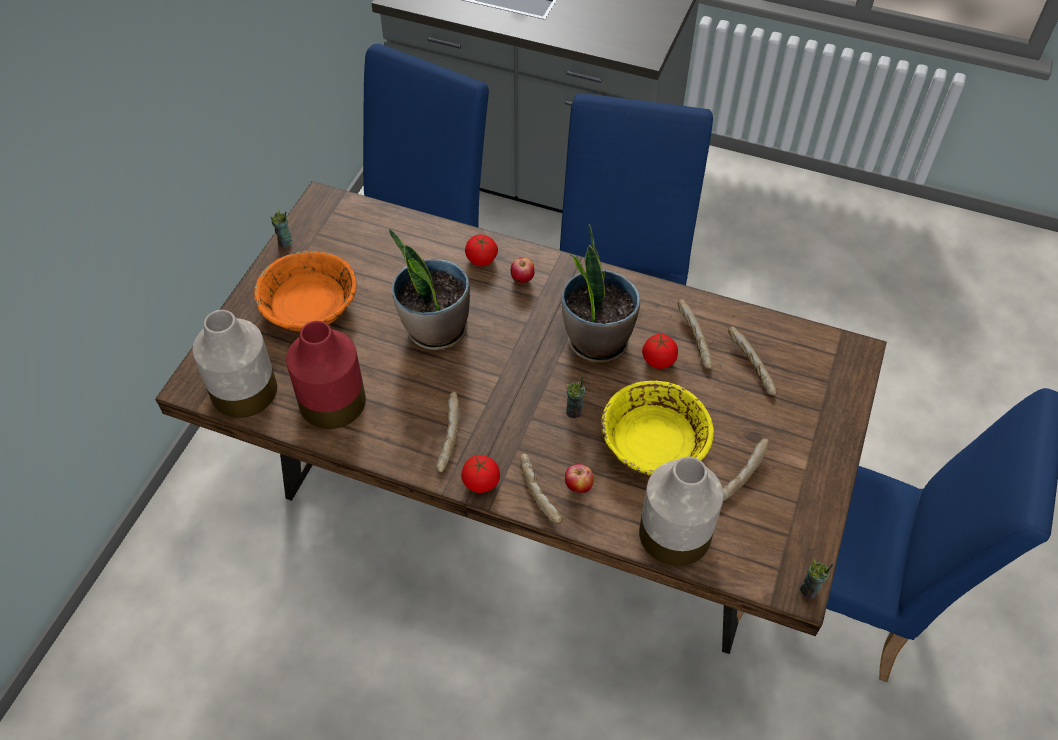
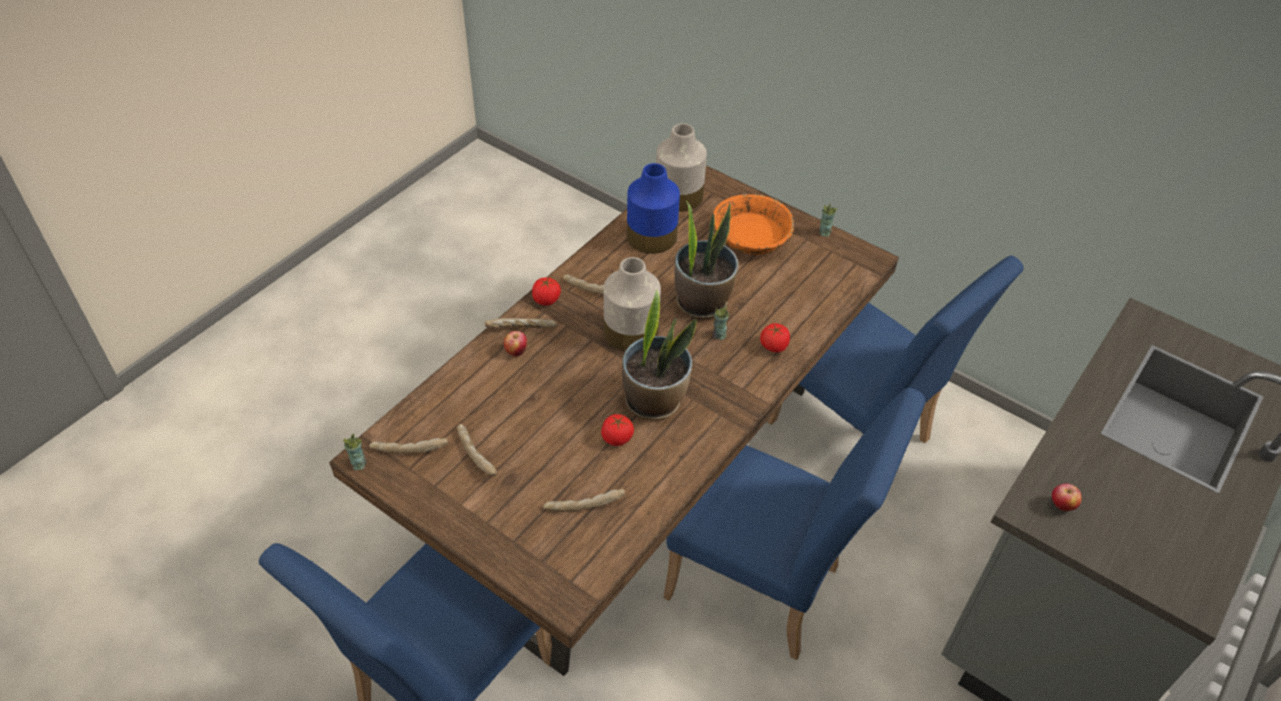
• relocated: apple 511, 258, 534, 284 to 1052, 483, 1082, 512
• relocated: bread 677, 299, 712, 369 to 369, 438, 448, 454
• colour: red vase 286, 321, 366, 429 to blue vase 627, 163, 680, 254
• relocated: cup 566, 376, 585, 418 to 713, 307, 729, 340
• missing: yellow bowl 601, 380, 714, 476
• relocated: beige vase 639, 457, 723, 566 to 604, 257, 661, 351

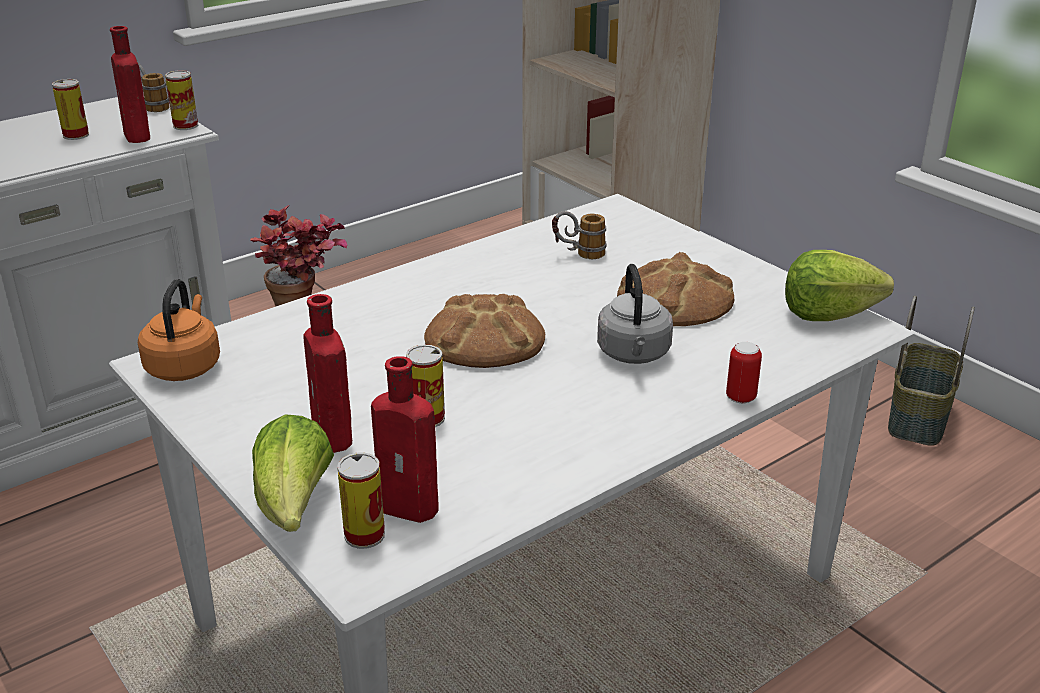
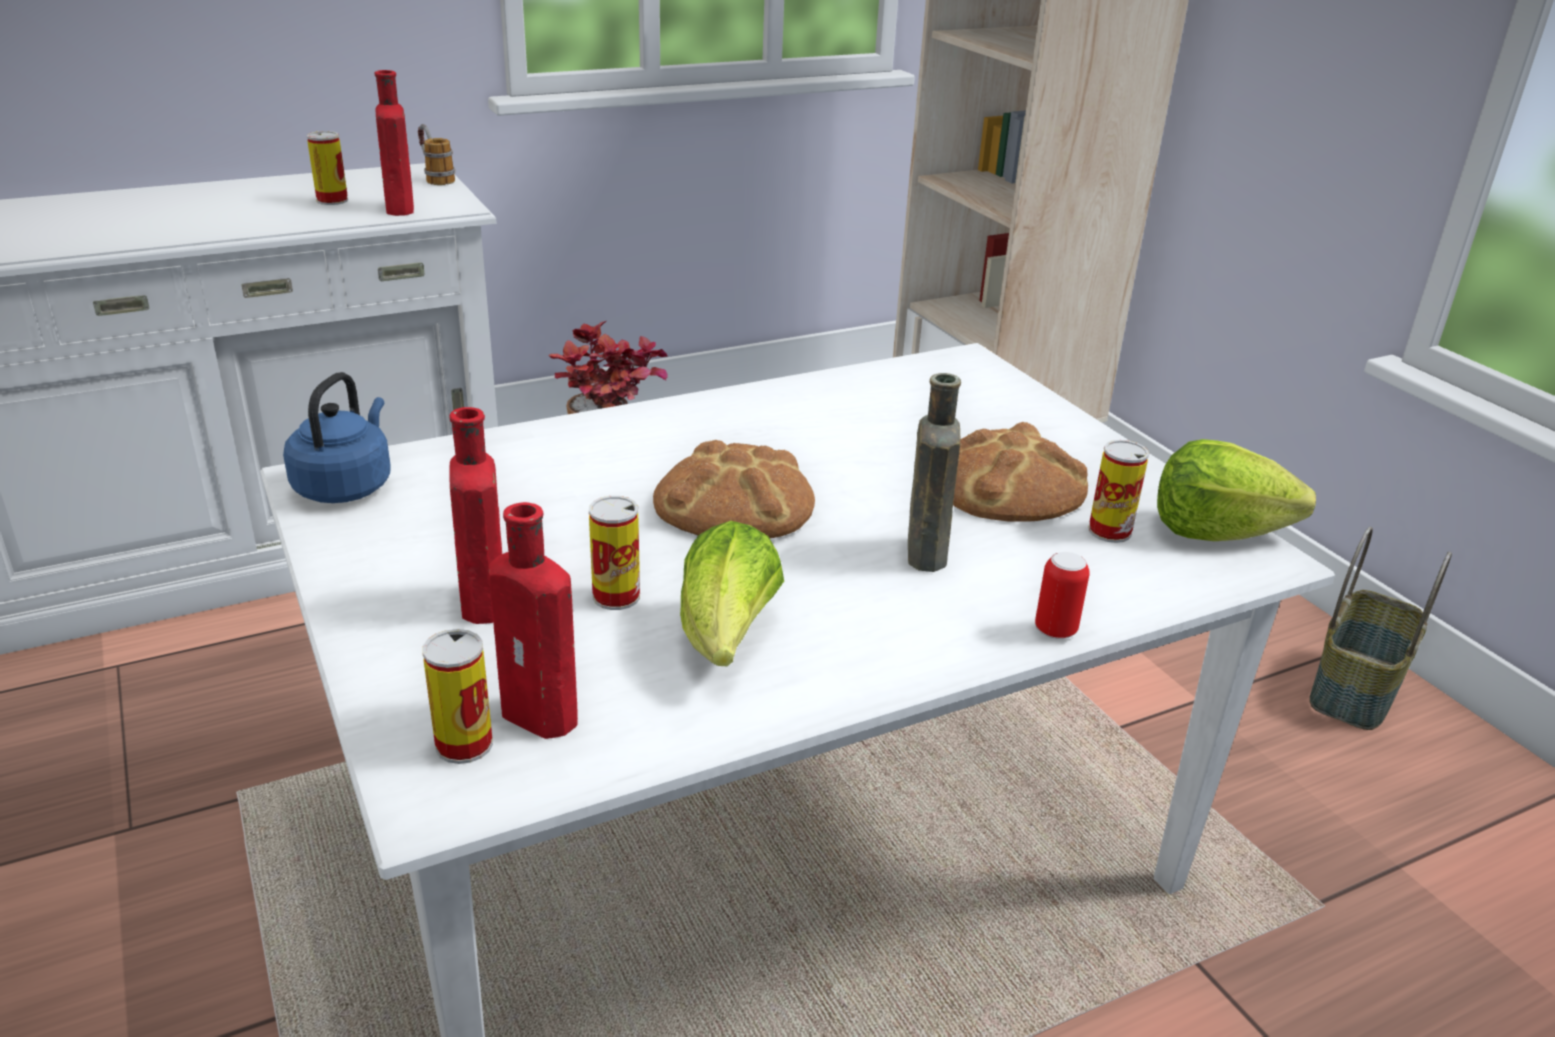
• relocated: can 165, 70, 198, 130 to 1088, 440, 1149, 543
• missing: mug 552, 211, 607, 259
• exchanged: grey kettle 597, 264, 673, 364 to brown bottle 908, 373, 961, 572
• colour: orange kettle 138, 279, 220, 381 to blue kettle 283, 372, 391, 503
• relocated: lettuce 252, 414, 334, 532 to 680, 521, 784, 666

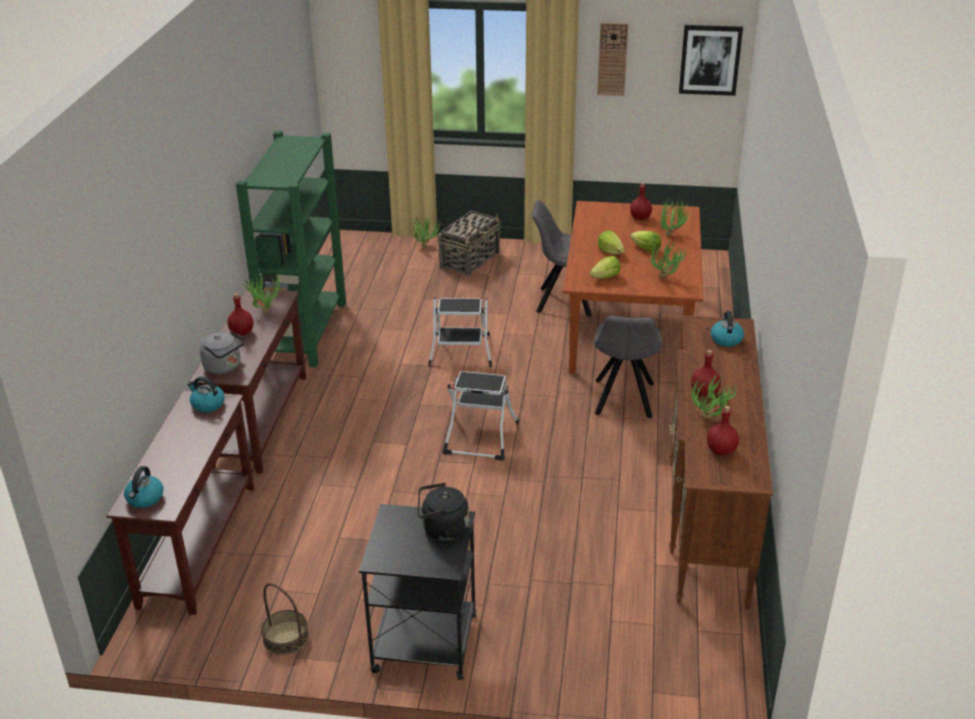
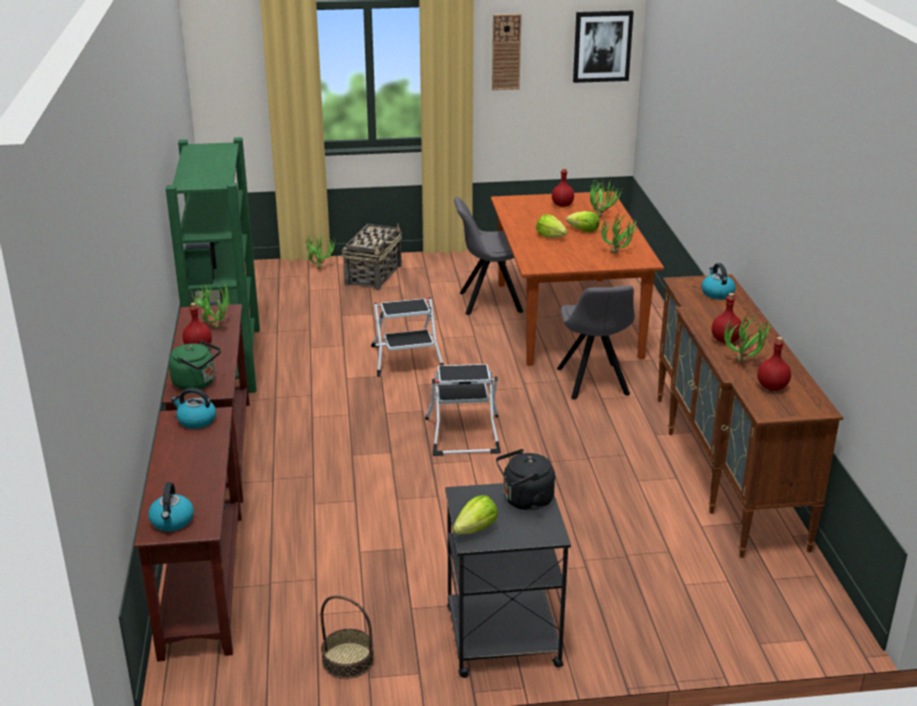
• relocated: lettuce 590, 256, 621, 278 to 453, 495, 498, 534
• colour: grey kettle 200, 331, 245, 375 to green kettle 169, 340, 221, 390

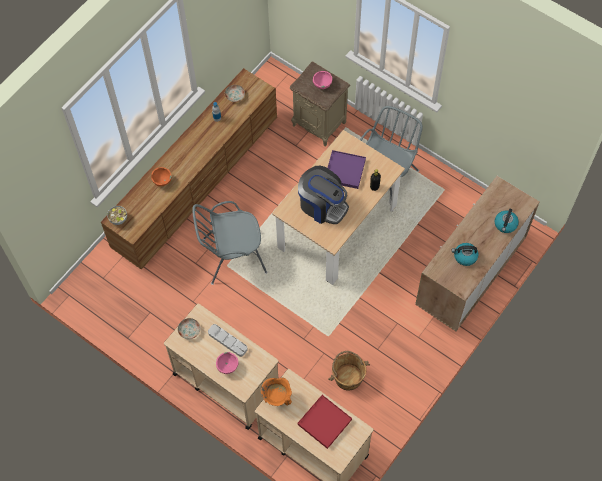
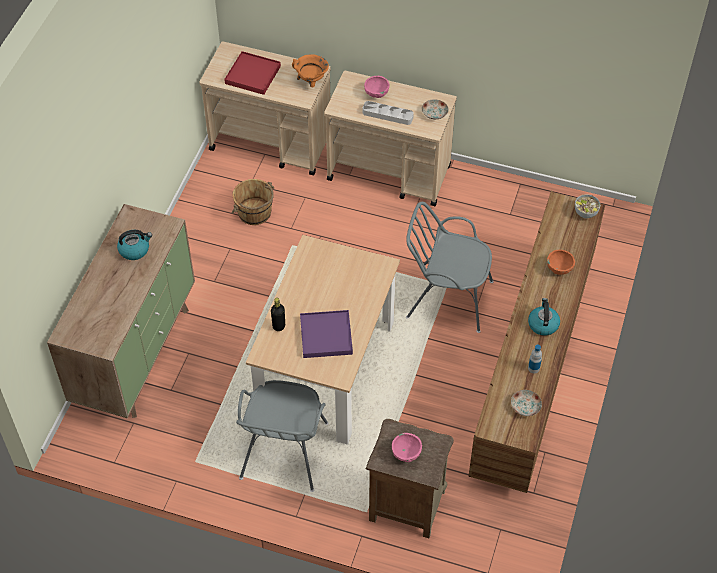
• missing: coffee machine 298, 166, 349, 224
• spun: grey chair 192, 201, 268, 285 = 406, 202, 494, 333 135 degrees counterclockwise
• relocated: kettle 495, 209, 519, 233 to 528, 298, 560, 336

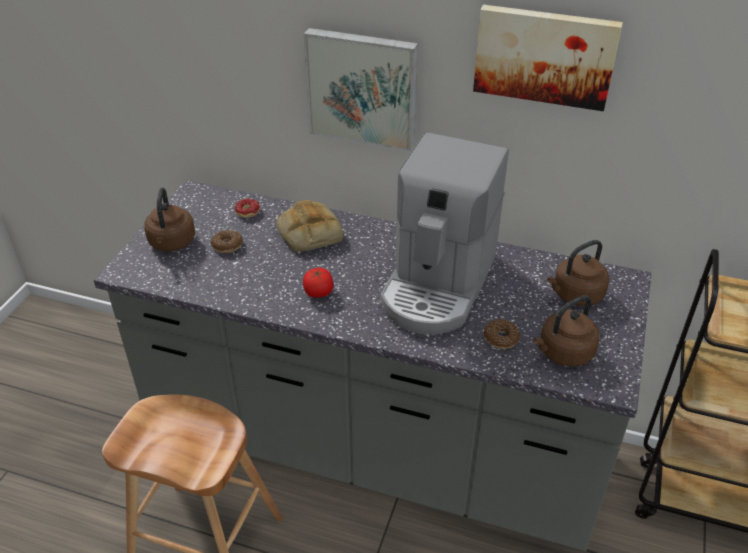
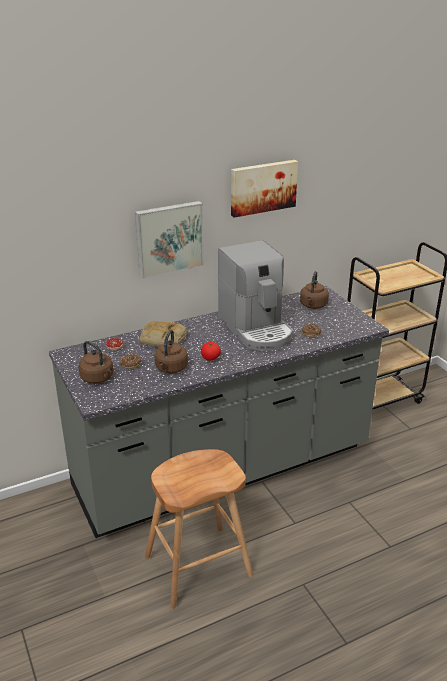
• relocated: brown kettle 533, 295, 600, 367 to 155, 329, 188, 373

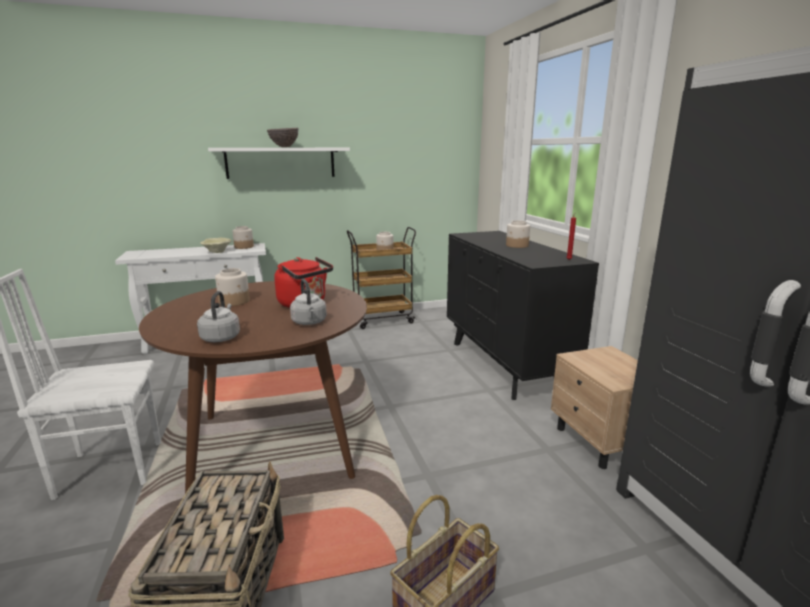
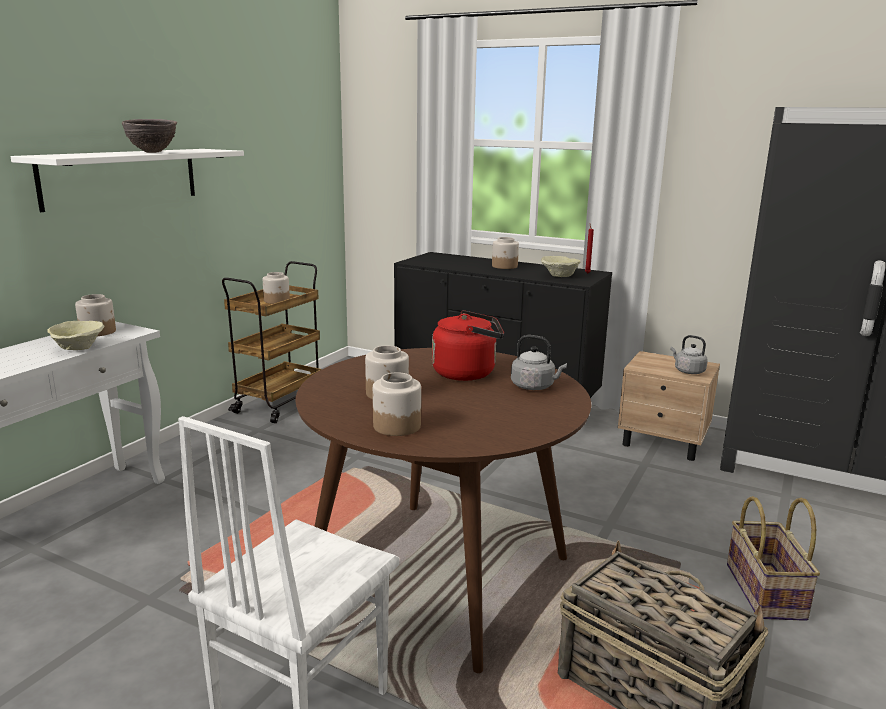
• relocated: grey kettle 197, 291, 240, 342 to 671, 335, 708, 374
• appeared: beige bowl 541, 256, 580, 277
• appeared: jar 373, 372, 421, 436

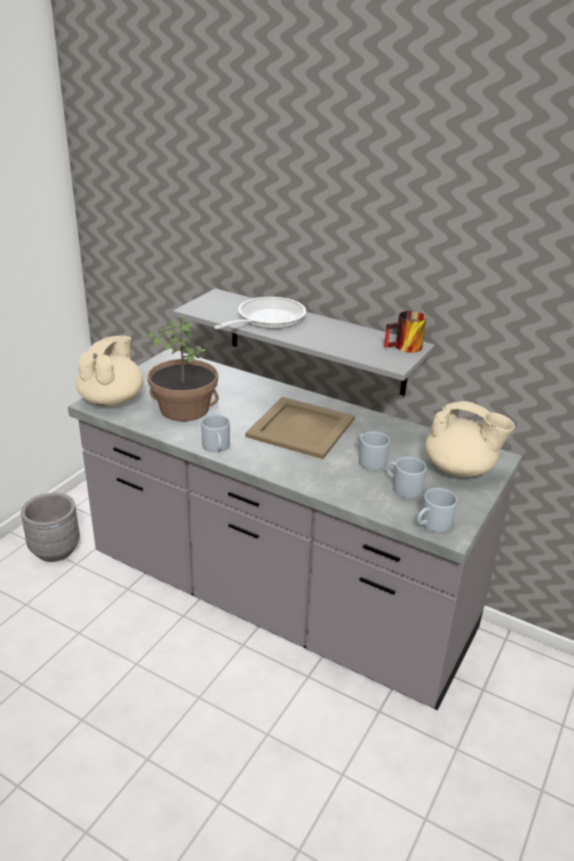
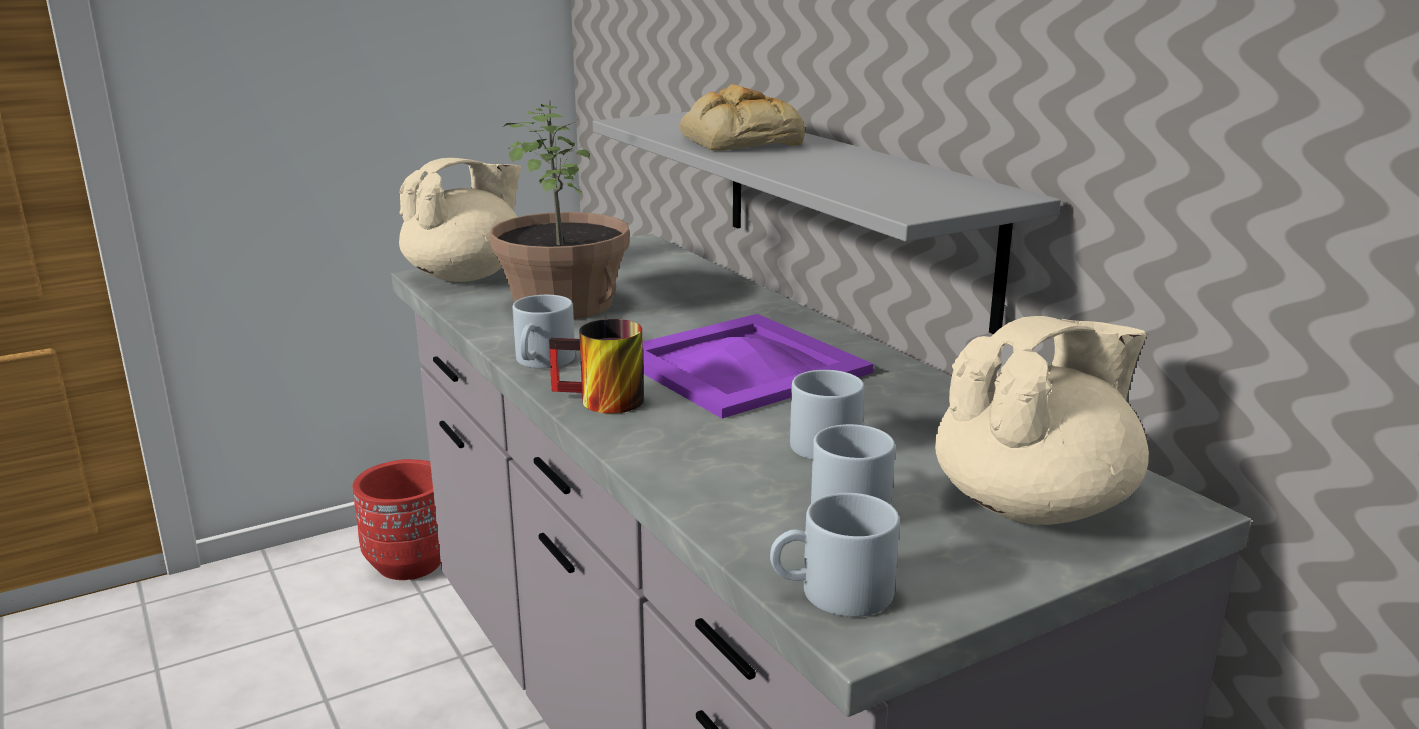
• exchanged: frying pan 214, 297, 306, 329 to bread 680, 84, 805, 151
• relocated: mug 384, 311, 426, 353 to 549, 319, 644, 414
• colour: beige tray 245, 397, 355, 459 to purple tray 642, 314, 873, 419
• spun: beige teapot 425, 401, 515, 477 = 935, 316, 1149, 525 90 degrees counterclockwise
• colour: grey planter 21, 493, 80, 562 to red planter 352, 459, 441, 580

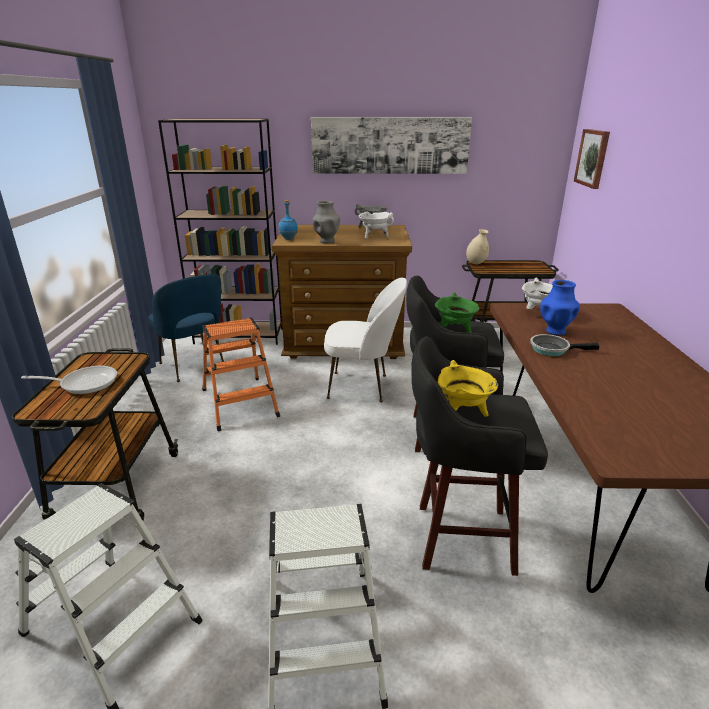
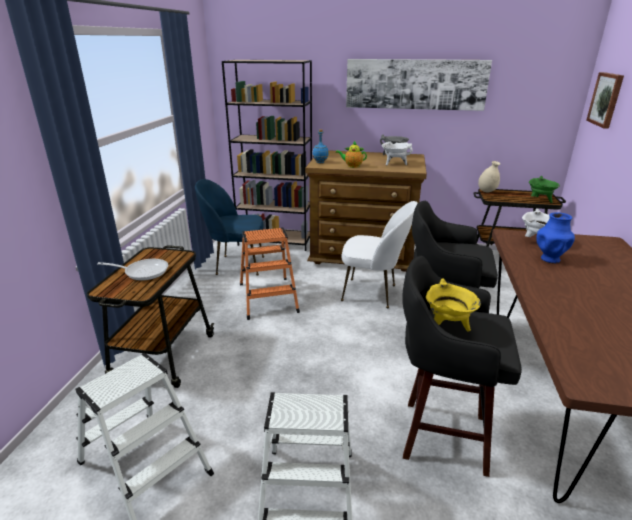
• exchanged: grey vase 313, 201, 340, 243 to teapot 336, 141, 367, 168
• spun: blue chair 148, 274, 224, 382 = 195, 179, 264, 276 120 degrees clockwise
• relocated: green cooking pot 435, 292, 479, 333 to 529, 176, 560, 203
• missing: frying pan 530, 334, 599, 356

